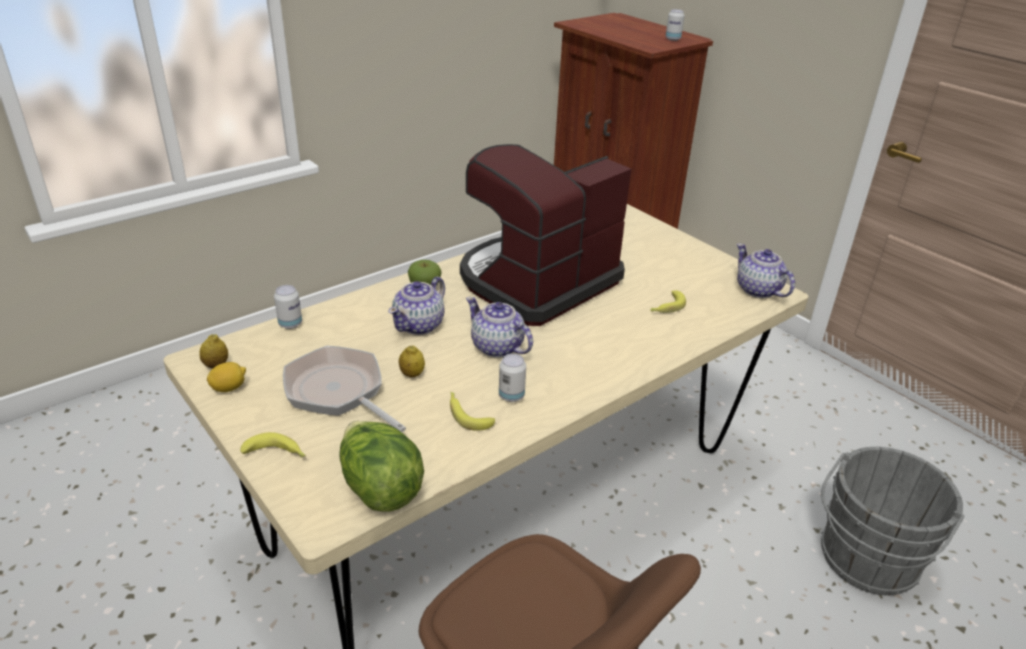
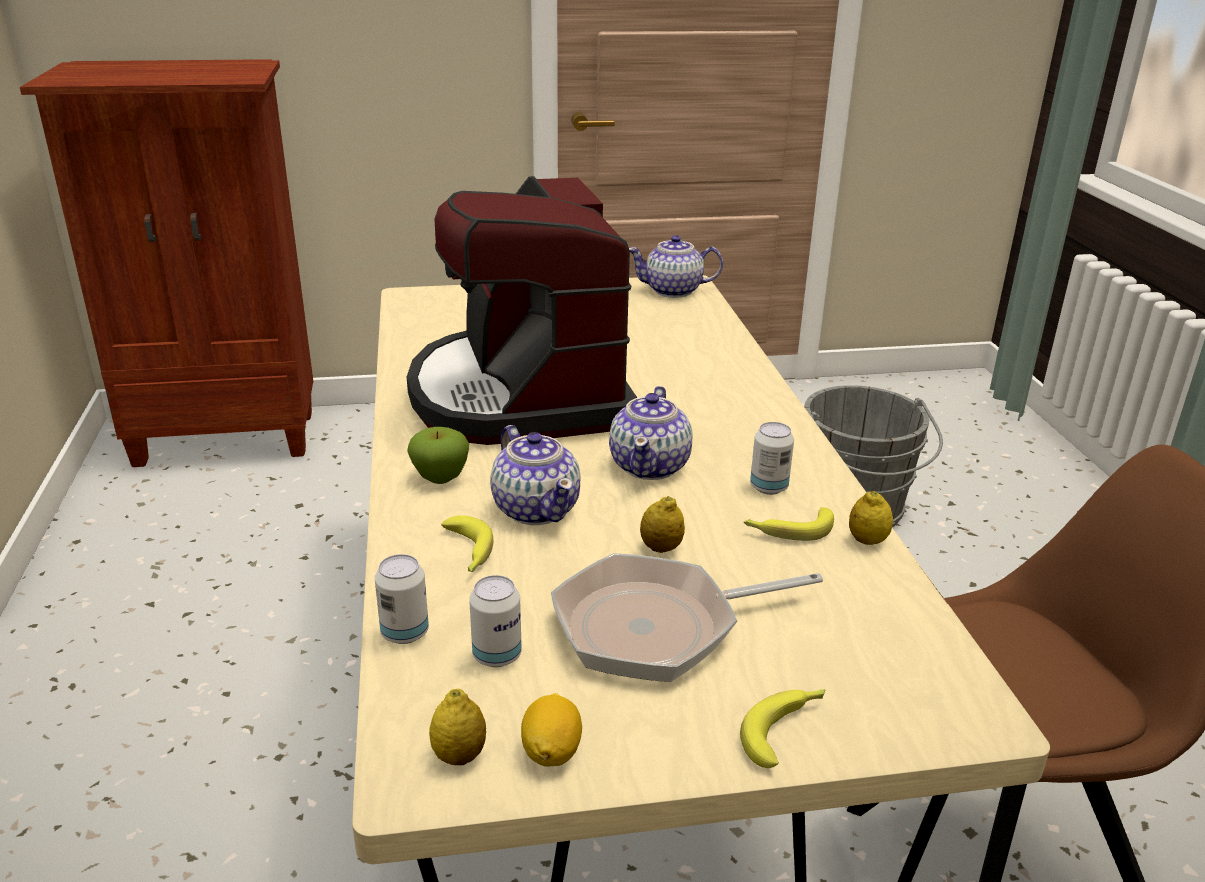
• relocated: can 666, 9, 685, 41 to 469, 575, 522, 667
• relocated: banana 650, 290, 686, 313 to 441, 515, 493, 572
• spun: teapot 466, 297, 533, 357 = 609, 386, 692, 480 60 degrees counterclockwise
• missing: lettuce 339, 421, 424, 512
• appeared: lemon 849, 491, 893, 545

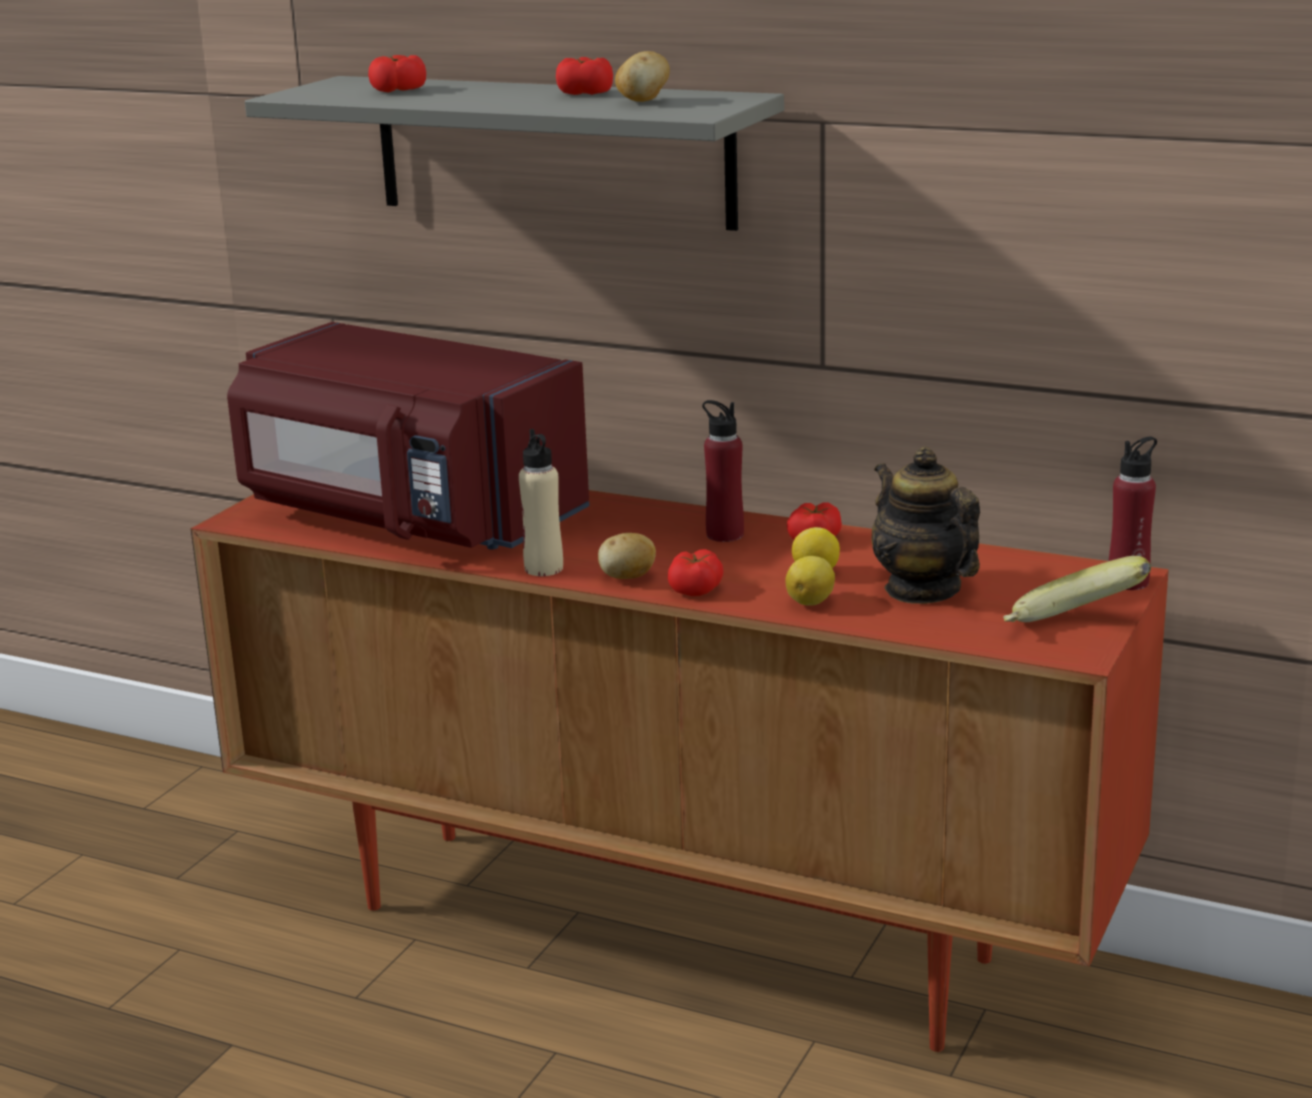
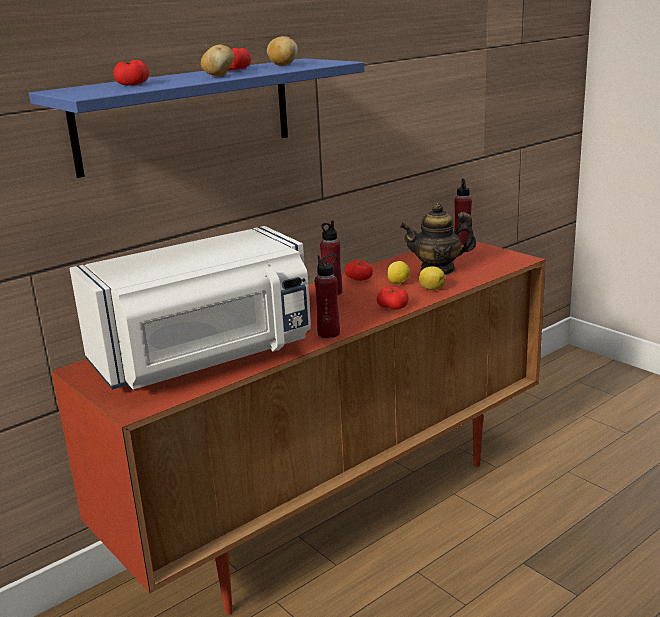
• colour: grey shelf 245, 76, 784, 231 to blue shelf 29, 58, 364, 178
• colour: red microwave 227, 322, 589, 549 to white microwave 70, 226, 311, 390
• colour: beige bottle 519, 429, 563, 576 to red bottle 315, 254, 340, 338
• relocated: potato 598, 533, 656, 579 to 201, 45, 234, 76
• missing: banana 1003, 556, 1151, 622

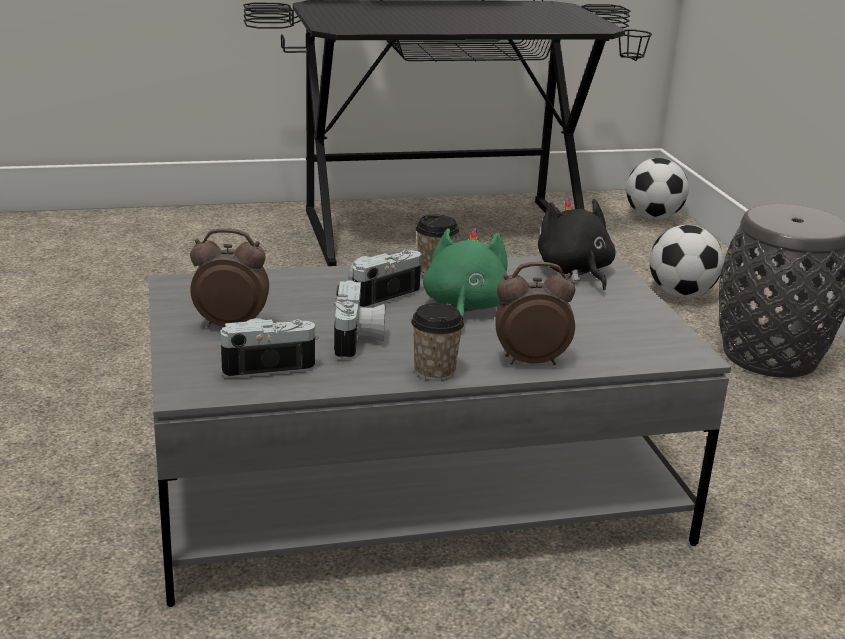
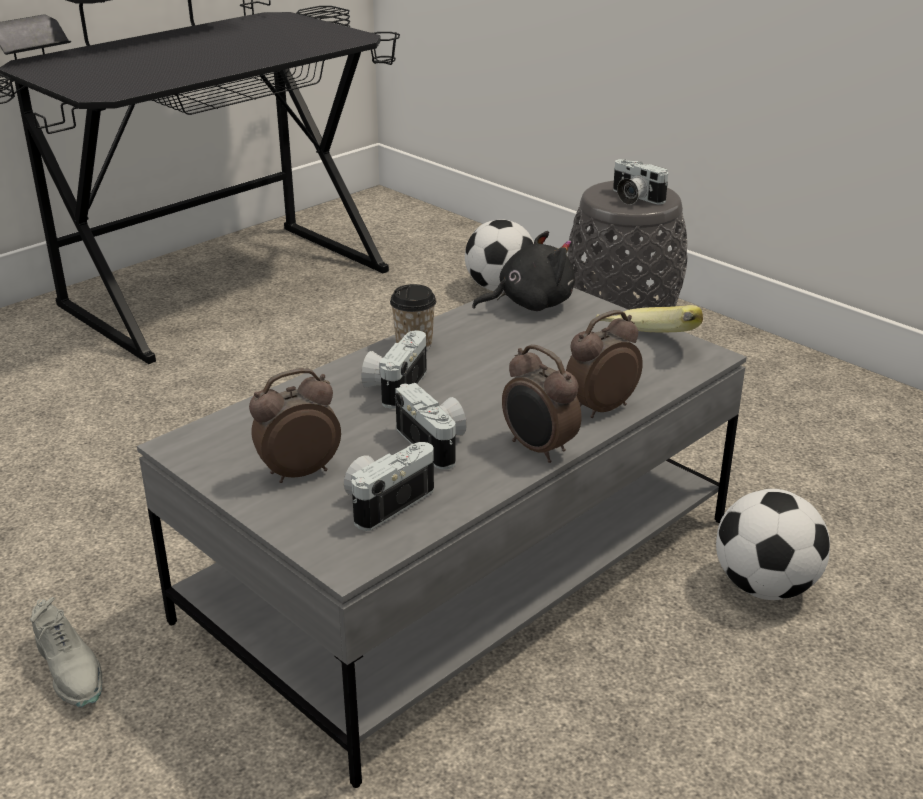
• relocated: football 626, 158, 689, 220 to 716, 489, 830, 600
• spun: black plush toy 538, 198, 616, 290 = 472, 231, 575, 311 120 degrees clockwise
• missing: green plush toy 423, 228, 508, 318
• exchanged: cup 411, 303, 464, 381 to alarm clock 502, 344, 582, 463
• appeared: photo camera 613, 159, 669, 205
• appeared: banana 596, 305, 703, 333
• appeared: grey shoe 30, 597, 102, 708

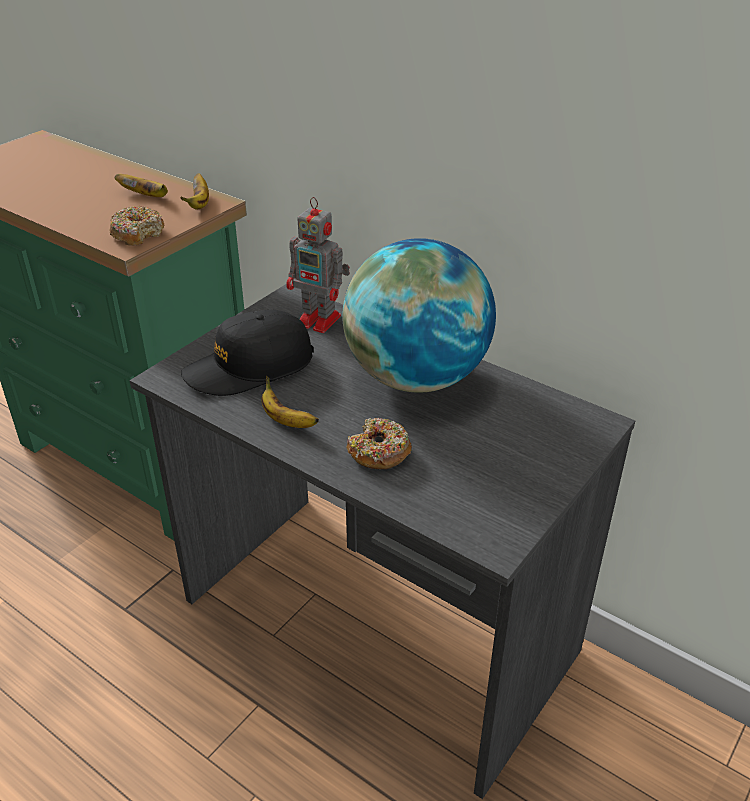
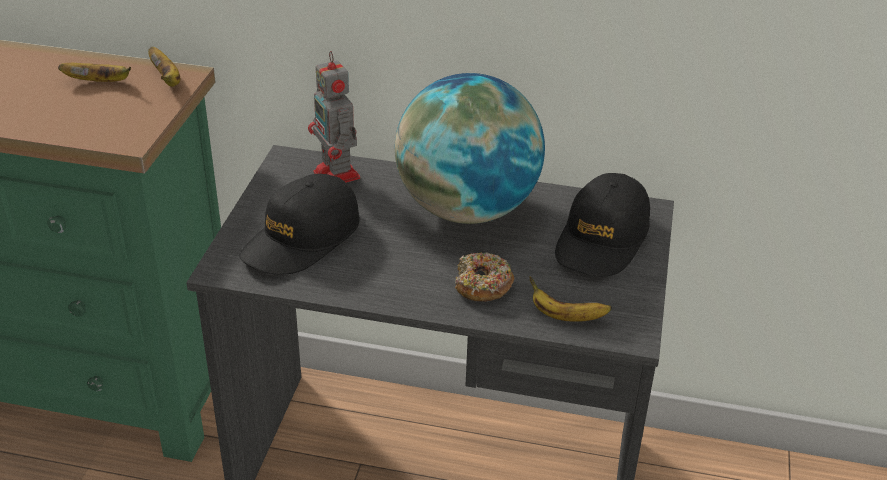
• spun: toy robot 286, 197, 350, 333 = 308, 51, 360, 183 60 degrees clockwise
• missing: donut 109, 206, 164, 246
• relocated: banana 262, 376, 319, 428 to 529, 276, 612, 322
• appeared: black cap 555, 173, 650, 277

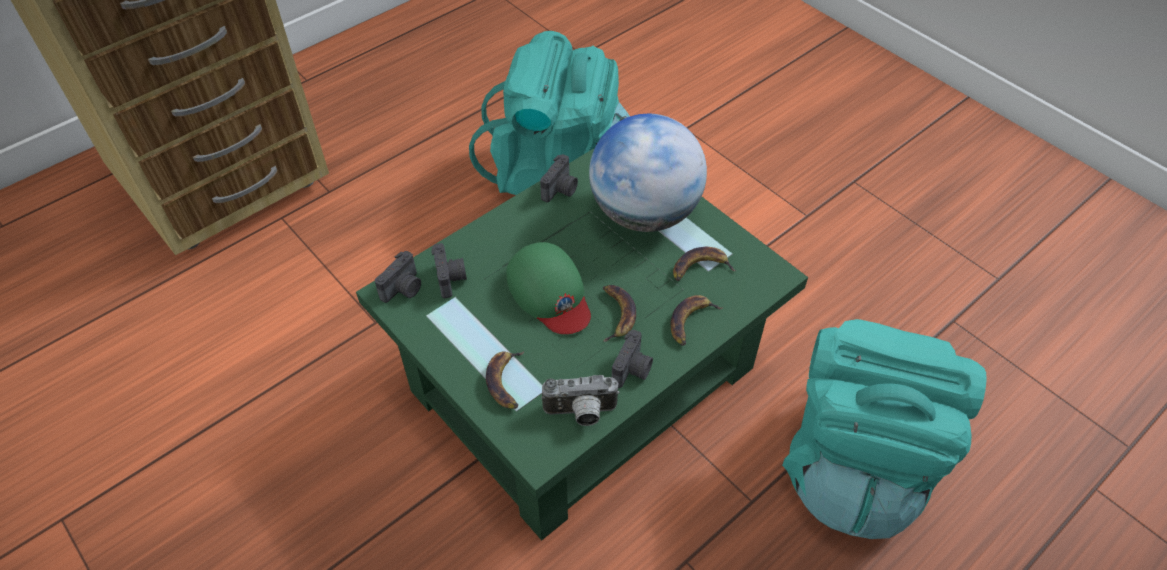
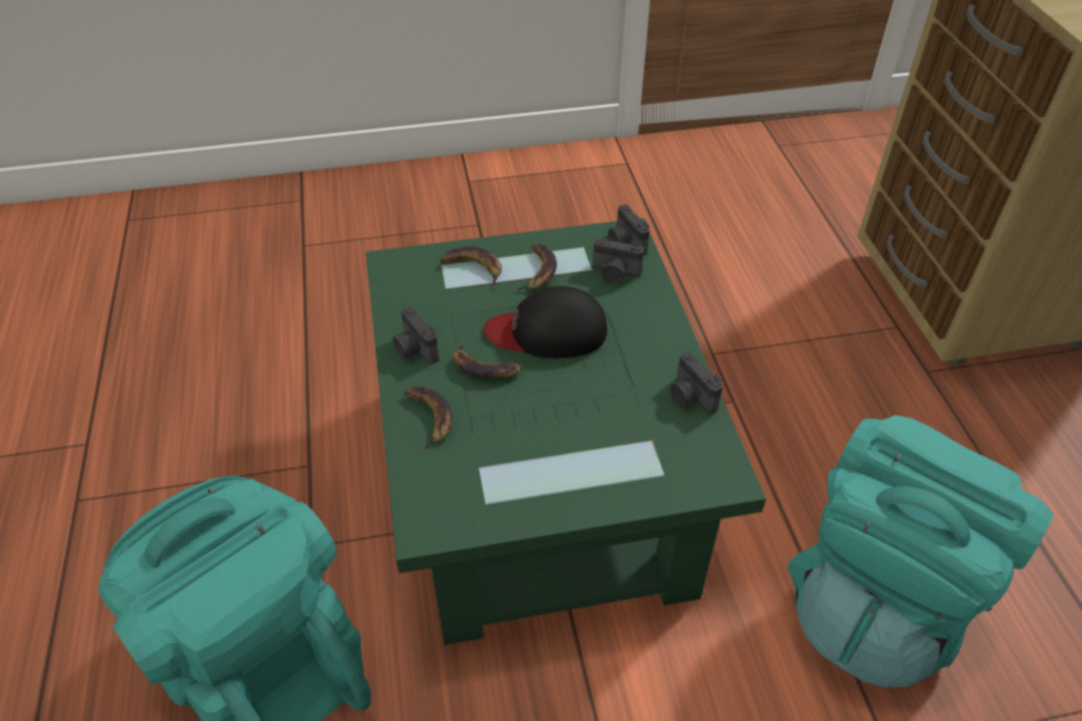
• missing: globe 589, 114, 707, 232
• colour: green cap 506, 242, 591, 334 to black cap 484, 286, 607, 358
• relocated: banana 673, 247, 736, 281 to 514, 244, 557, 291
• missing: photo camera 541, 375, 620, 426

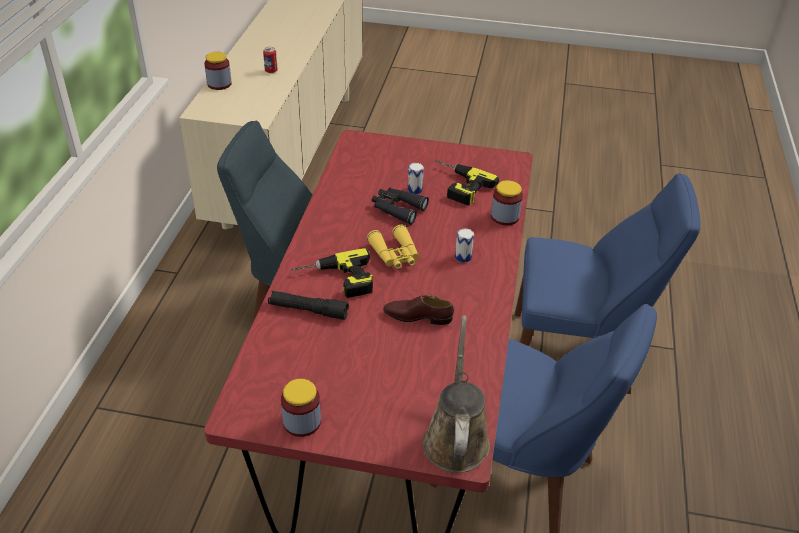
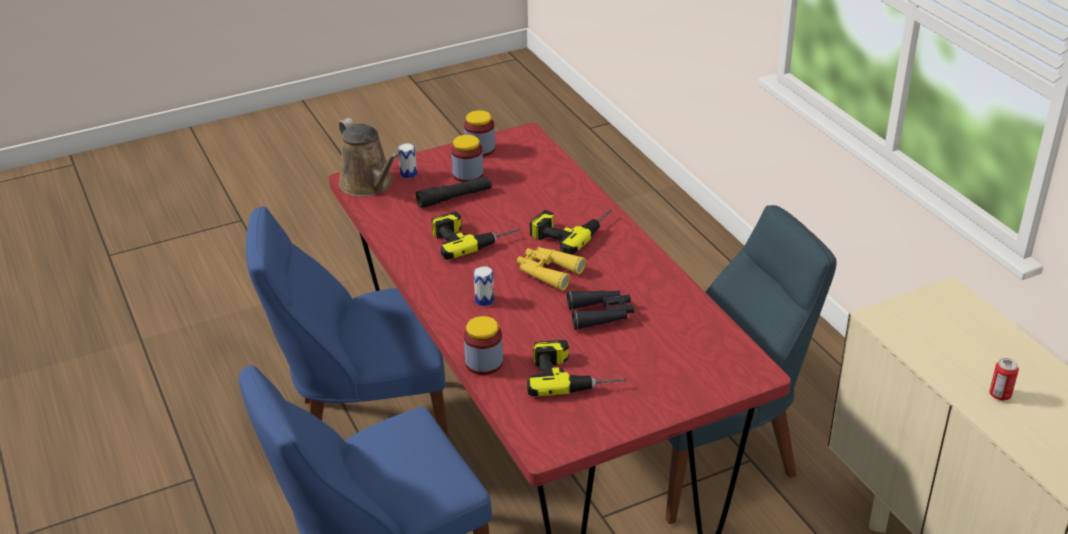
• relocated: jar 204, 52, 232, 90 to 451, 135, 483, 182
• relocated: can 407, 163, 424, 194 to 398, 143, 417, 178
• relocated: black flashlight 268, 291, 349, 320 to 416, 176, 492, 208
• exchanged: brown shoe 383, 295, 454, 325 to power drill 432, 211, 520, 260

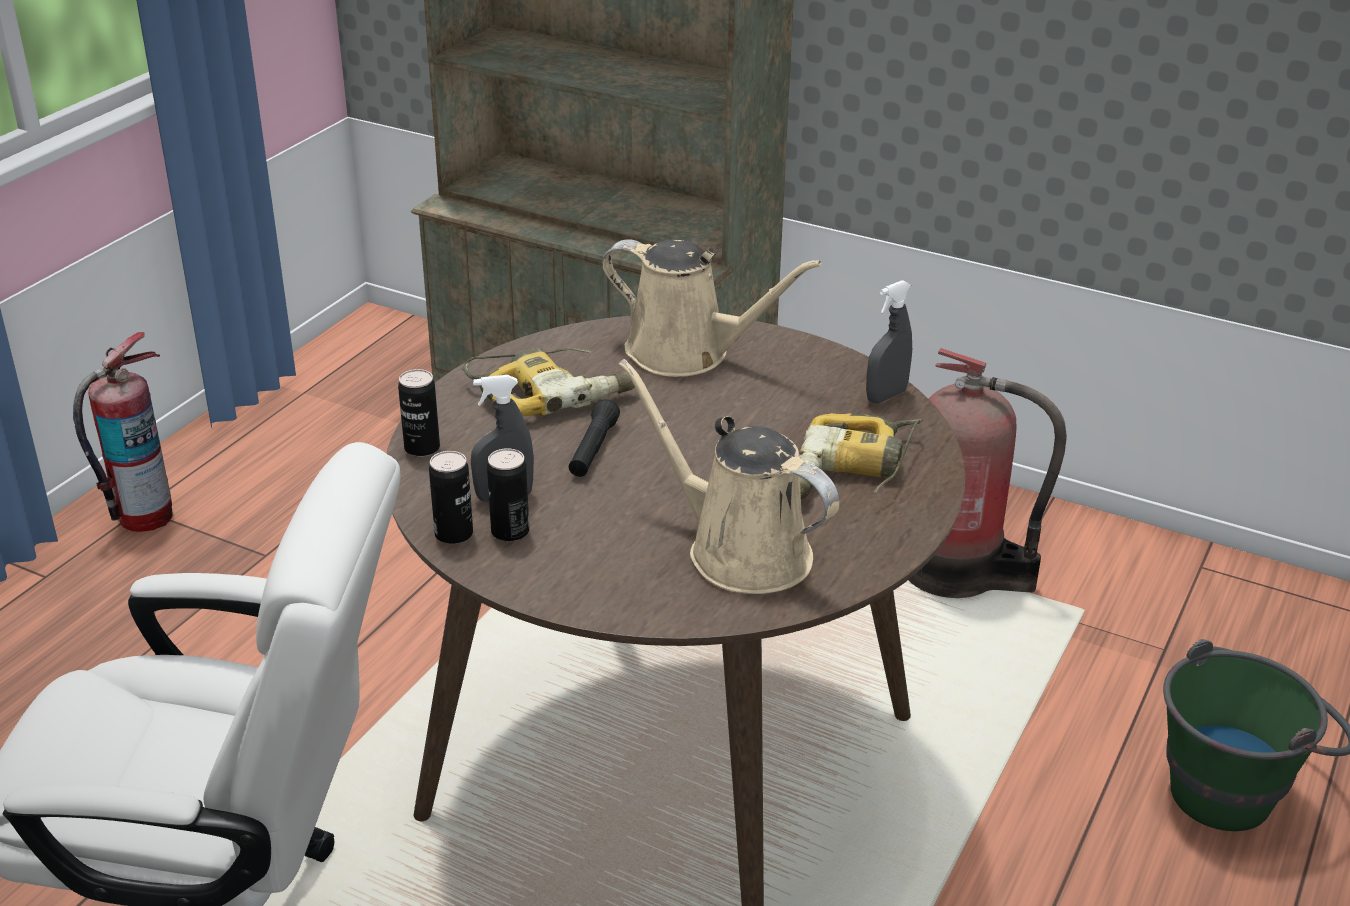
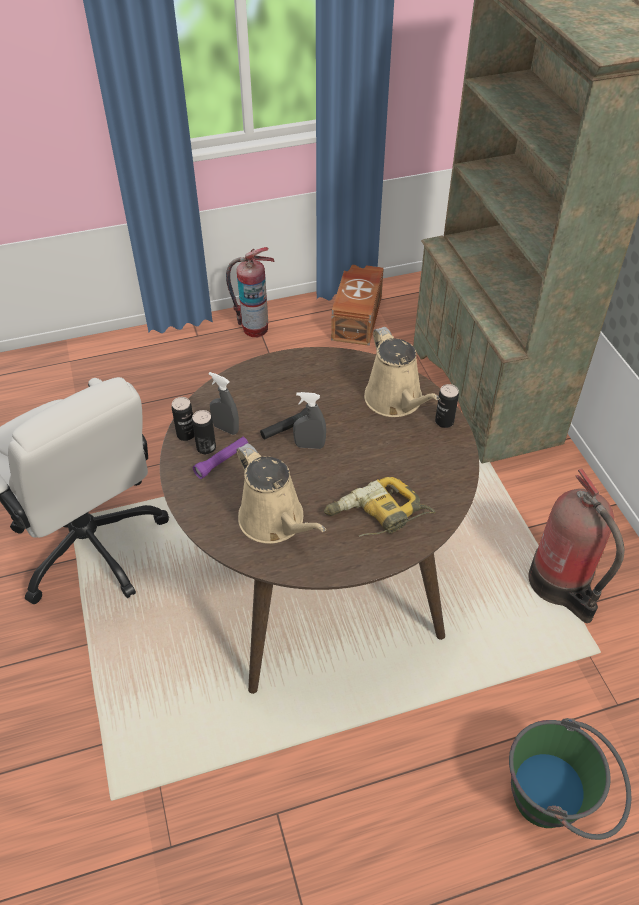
• relocated: grey spray bottle 866, 280, 912, 403 to 293, 392, 326, 449
• missing: power drill 463, 348, 635, 416
• spun: beige watering can 619, 359, 839, 594 = 237, 443, 326, 544 150 degrees clockwise
• relocated: can 398, 369, 440, 457 to 435, 384, 459, 428
• appeared: brown storage box 331, 265, 384, 346
• appeared: purple flashlight 193, 437, 248, 479

